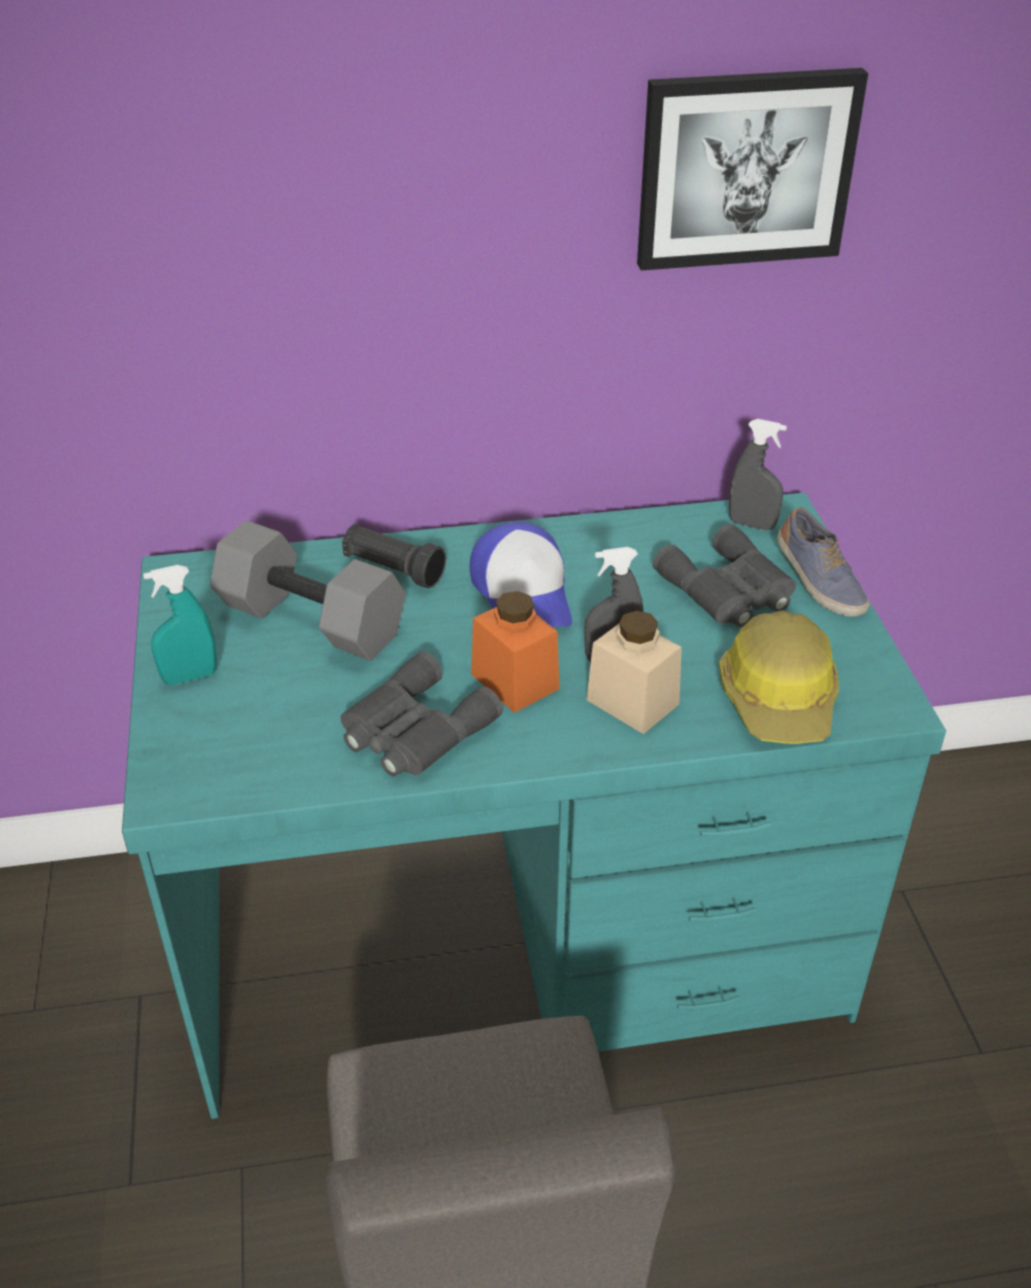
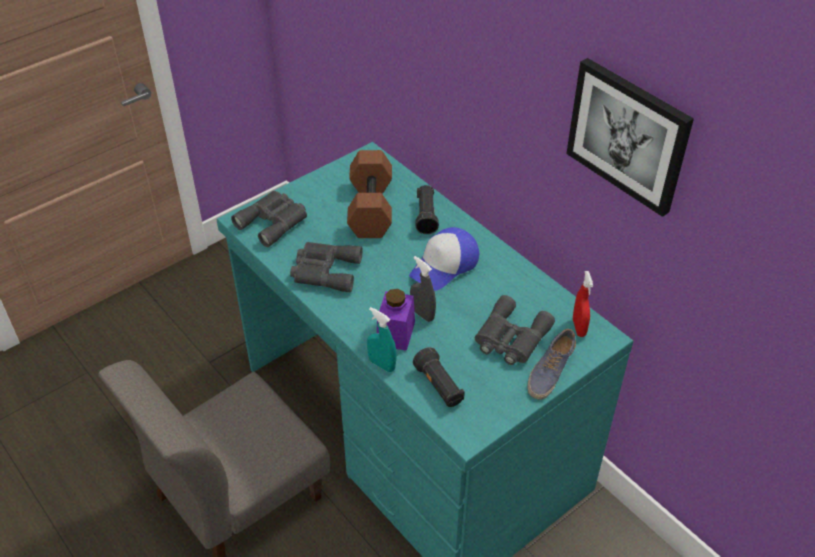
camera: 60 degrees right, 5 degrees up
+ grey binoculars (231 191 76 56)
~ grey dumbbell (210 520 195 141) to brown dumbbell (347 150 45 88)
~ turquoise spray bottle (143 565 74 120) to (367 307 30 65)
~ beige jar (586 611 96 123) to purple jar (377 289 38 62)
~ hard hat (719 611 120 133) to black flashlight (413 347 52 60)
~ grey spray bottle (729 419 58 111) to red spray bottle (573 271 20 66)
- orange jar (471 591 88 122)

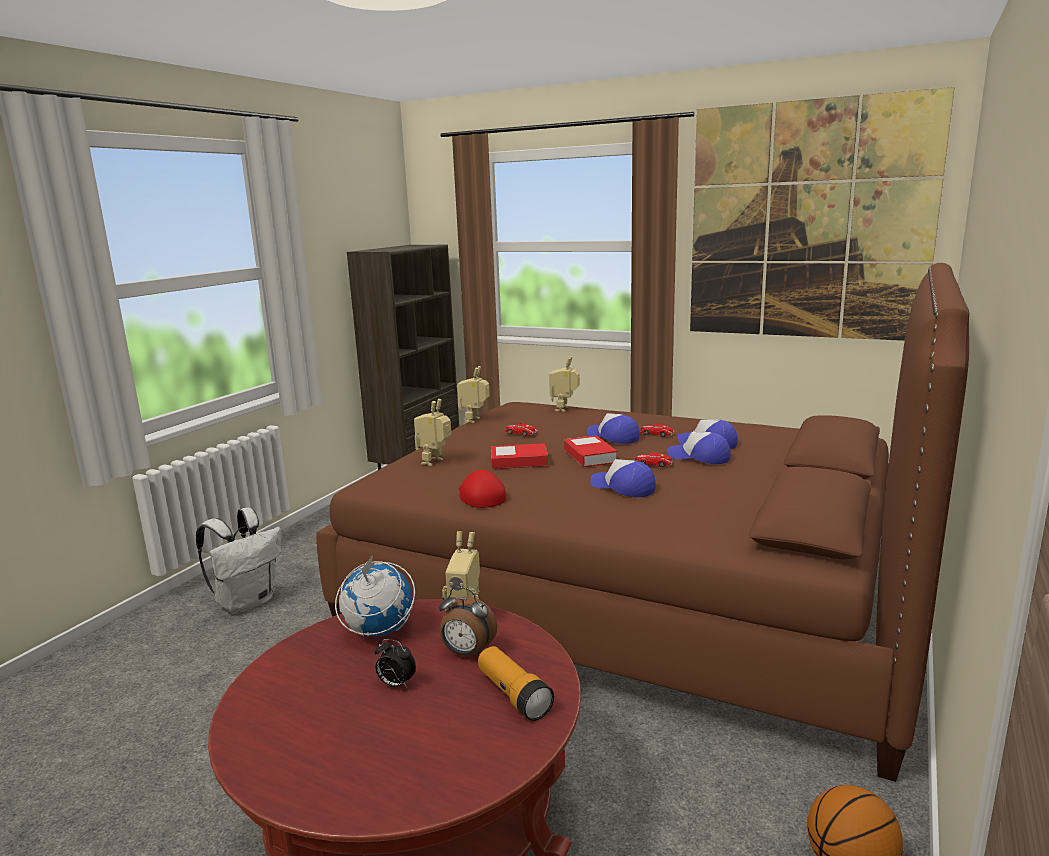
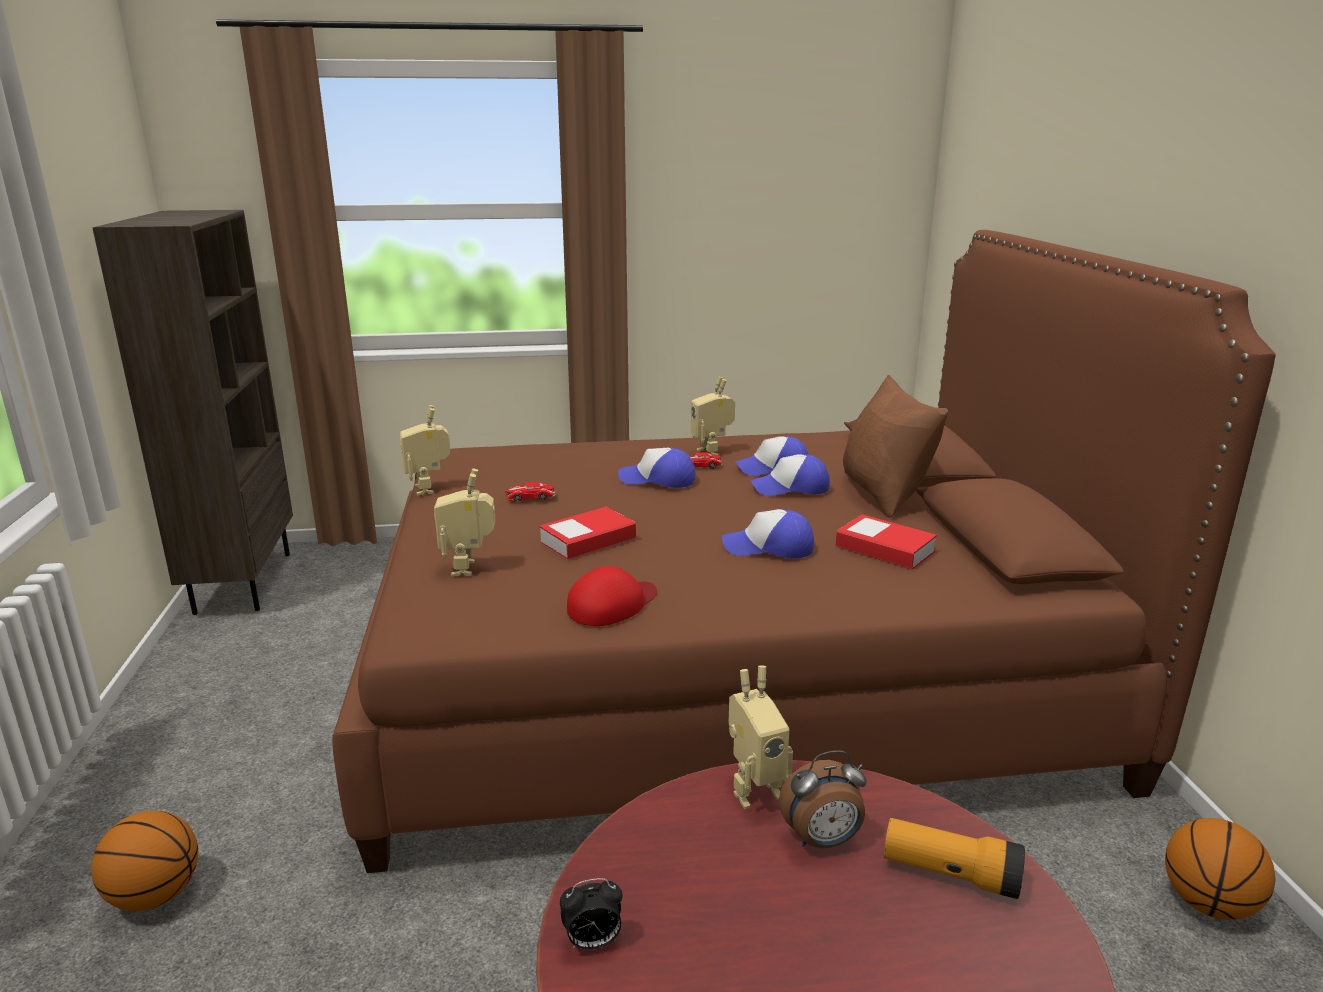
camera: 35 degrees left, 5 degrees up
~ white backpack (196 508 86 106) to basketball (91 811 107 100)
~ alarm clock (375 639 41 49) to (560 878 63 72)
~ red cap (459 470 47 38) = (567 566 90 60) 105 degrees clockwise
~ toy robot (549 356 31 55) to (691 376 44 80)
~ book (564 435 53 32) to (836 514 101 56)
+ brown pillow (843 375 105 143)
- globe (335 556 80 81)
- toy car (634 452 39 15)
- picture (690 87 265 254)

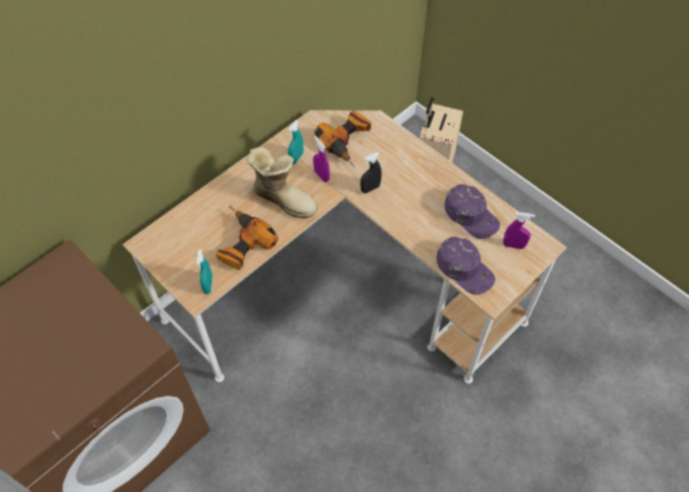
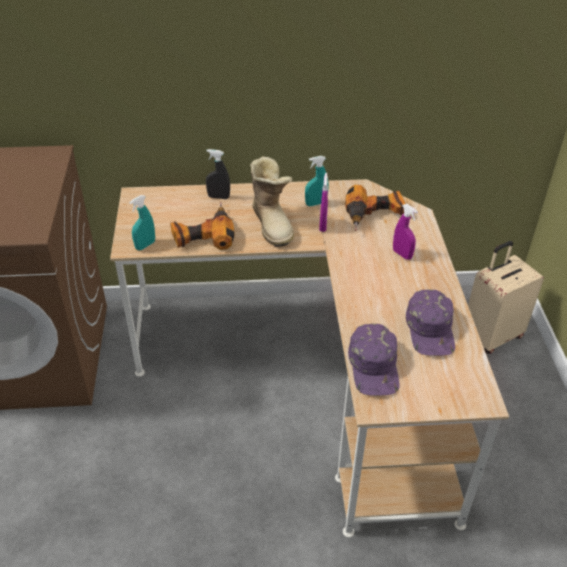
camera: 40 degrees right, 15 degrees down
~ black spray bottle (360 152 22 41) to (206 149 24 50)
~ purple spray bottle (503 212 32 37) to (393 204 25 56)

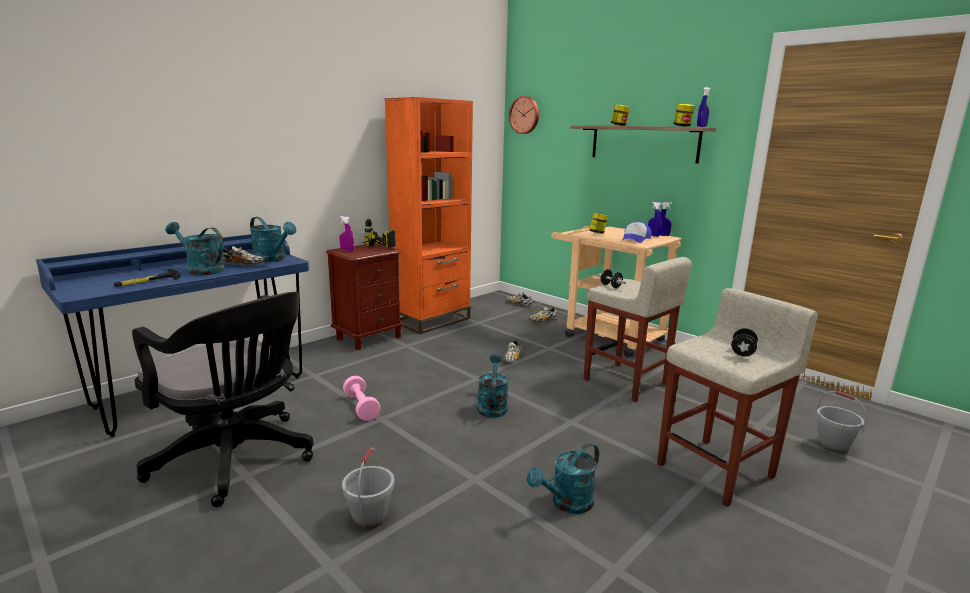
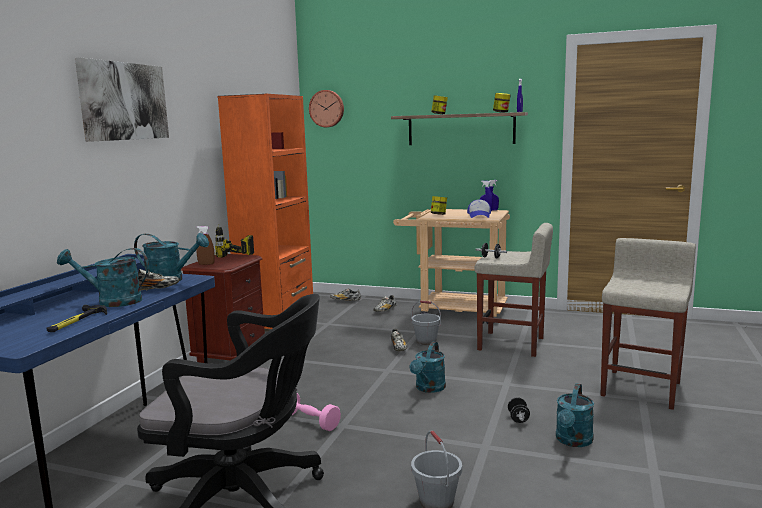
camera: 25 degrees left, 5 degrees down
+ picture (75 57 94 85)
~ purple spray bottle (340 216 14 35) to brown spray bottle (196 226 19 39)
~ turquoise watering can (477 354 32 64) = (410 342 36 51) 135 degrees counterclockwise
~ grey bucket (816 391 51 62) to (411 300 30 45)
~ black dumbbell (731 328 27 28) to (508 397 22 26)

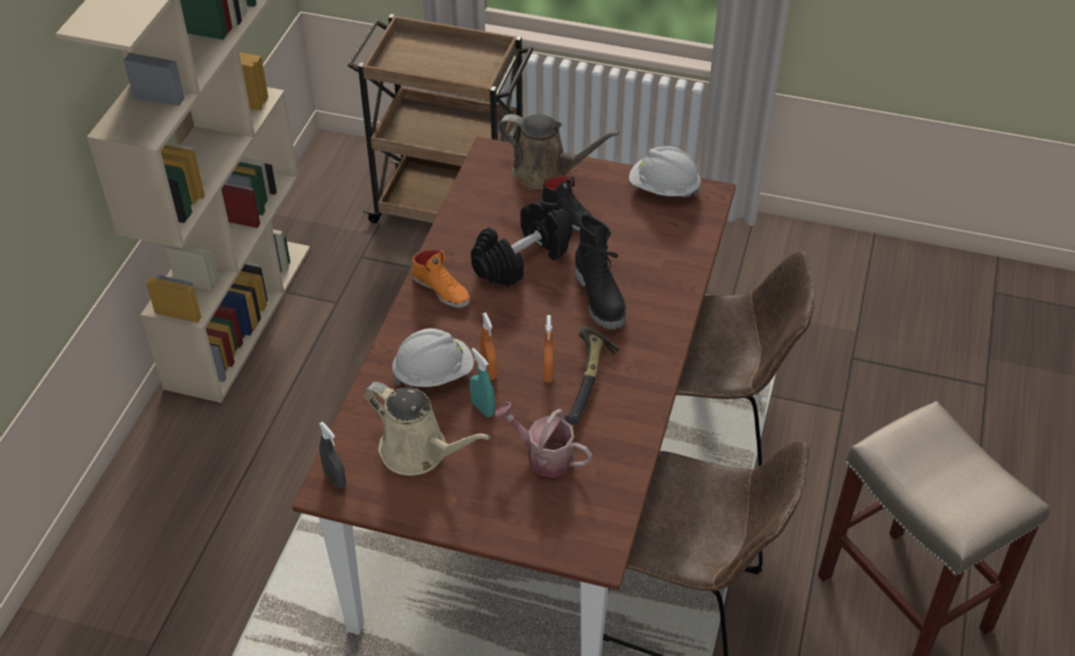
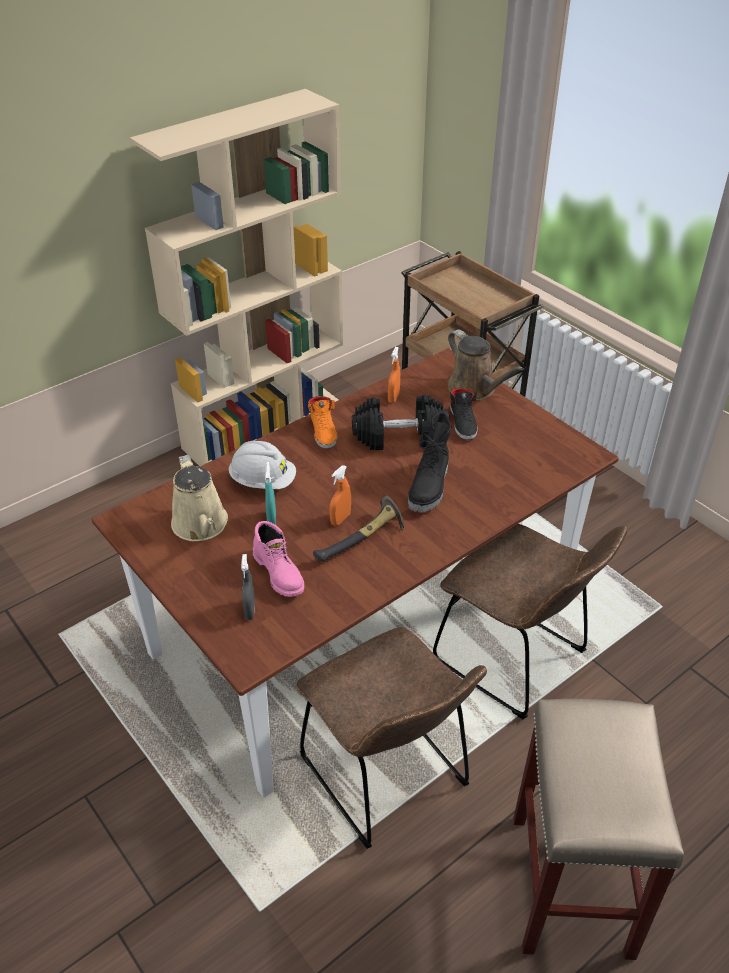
camera: 35 degrees right, 5 degrees down
~ grey spray bottle (319 422 27 67) to (241 554 14 66)
~ watering can (494 402 98 76) to pink boot (253 521 51 76)
~ orange spray bottle (480 312 17 68) to (388 347 12 56)
- white hard hat (629 146 72 51)

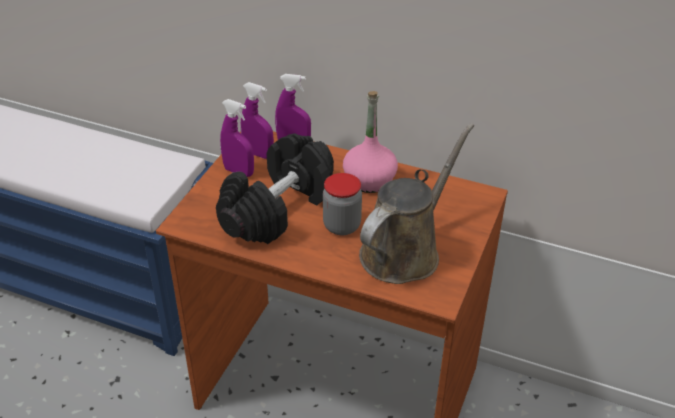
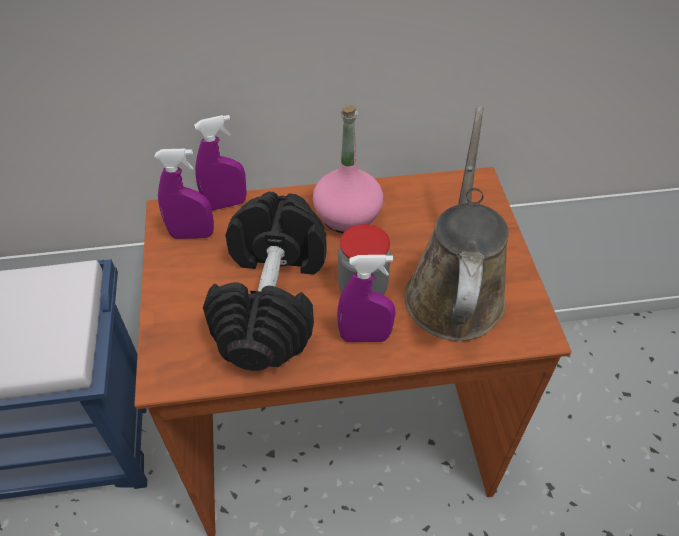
camera: 30 degrees left, 10 degrees up
~ purple spray bottle (220 99 34 78) to (337 255 59 87)

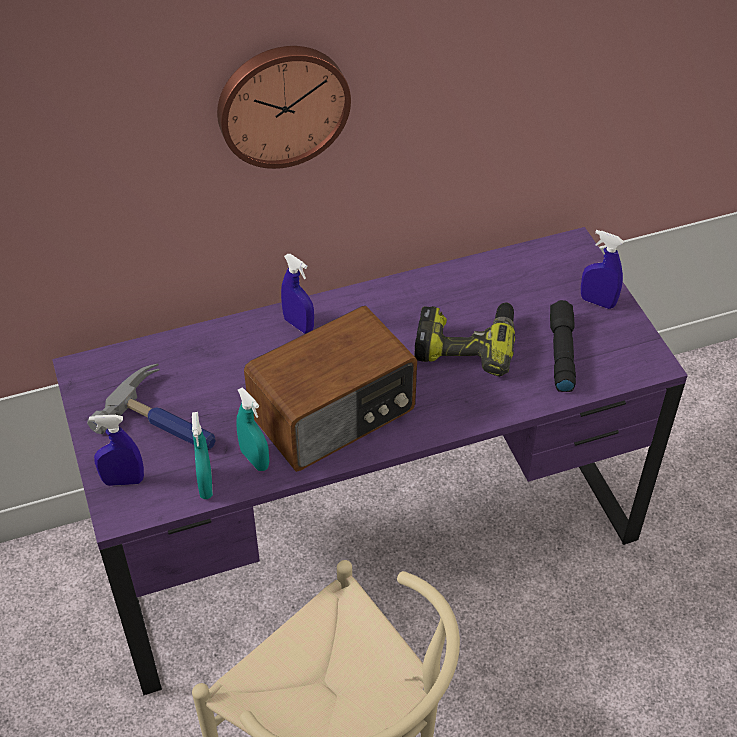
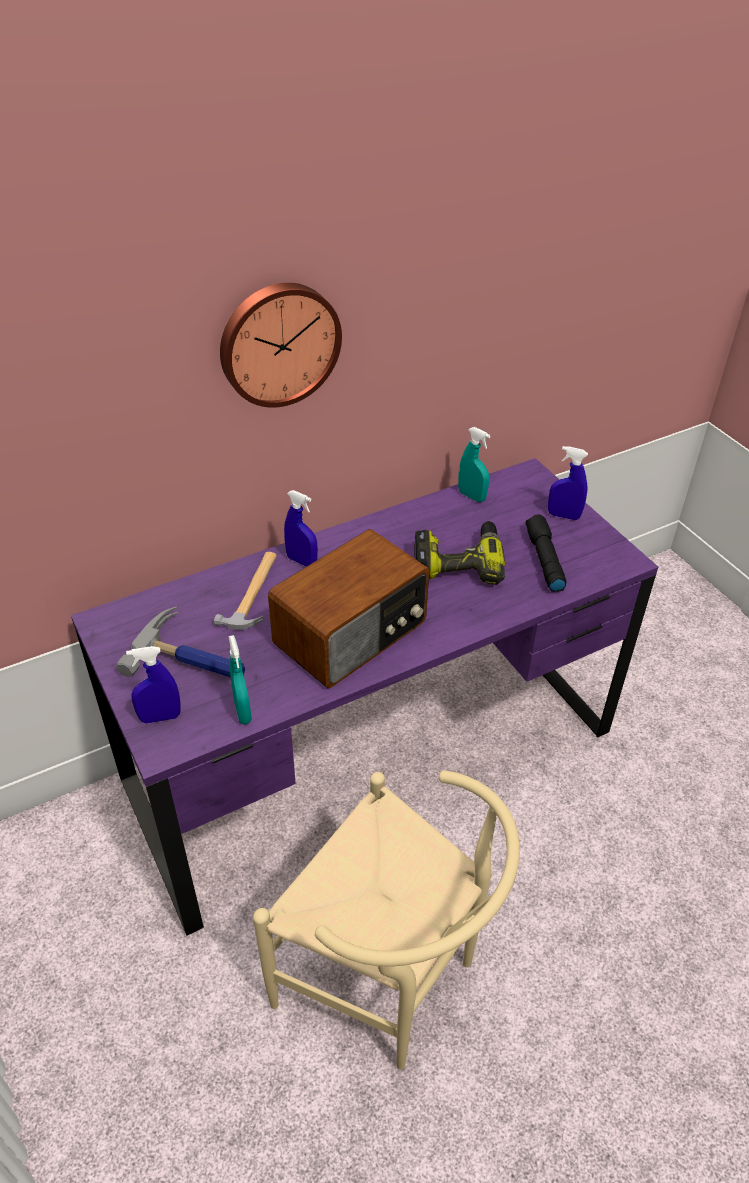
camera: 10 degrees left, 5 degrees down
+ hammer (214 552 63 78)
~ turquoise spray bottle (236 388 33 83) to (458 427 33 75)

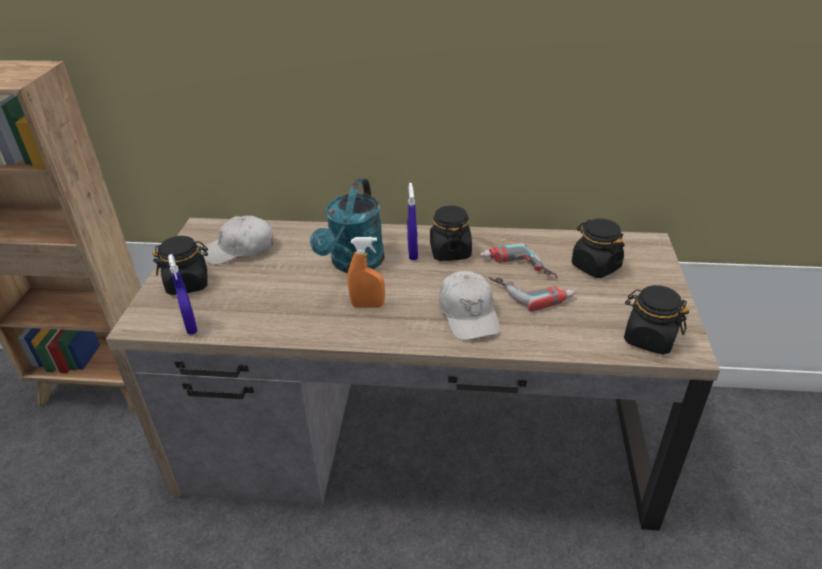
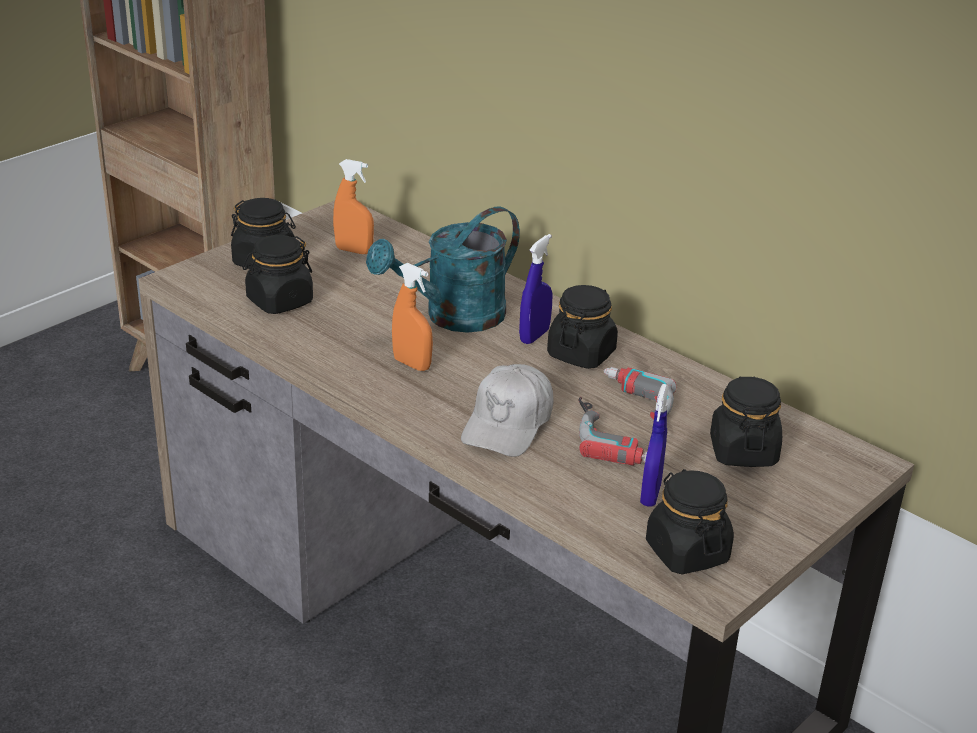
camera: 35 degrees right, 5 degrees down
+ black jar (243 235 70 79)
~ white cap (201 216 72 49) to orange spray bottle (333 159 41 95)
~ blue spray bottle (168 254 30 80) to (640 384 29 123)

